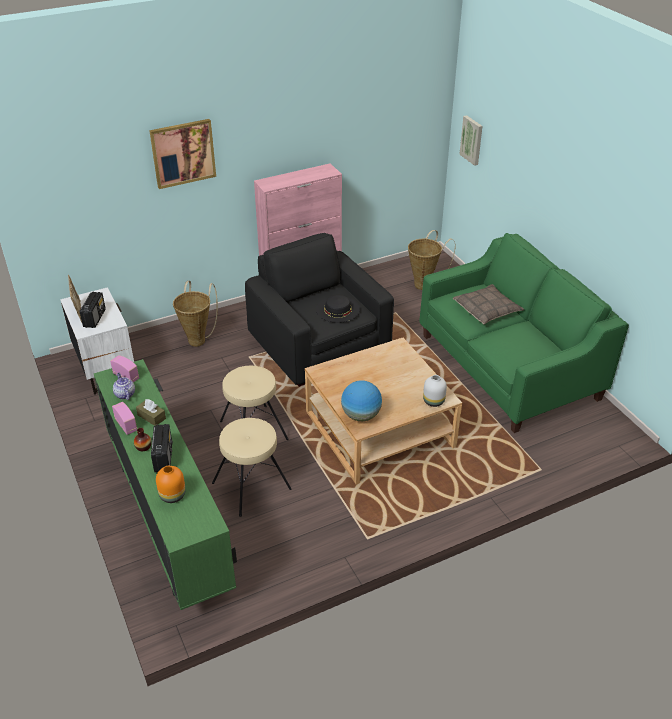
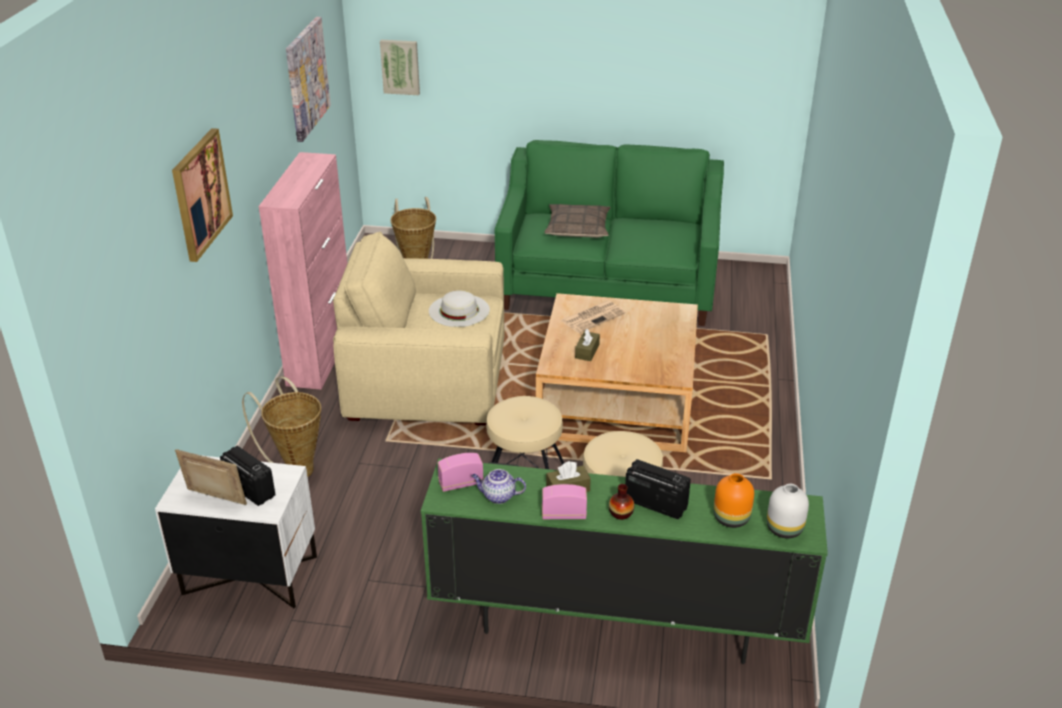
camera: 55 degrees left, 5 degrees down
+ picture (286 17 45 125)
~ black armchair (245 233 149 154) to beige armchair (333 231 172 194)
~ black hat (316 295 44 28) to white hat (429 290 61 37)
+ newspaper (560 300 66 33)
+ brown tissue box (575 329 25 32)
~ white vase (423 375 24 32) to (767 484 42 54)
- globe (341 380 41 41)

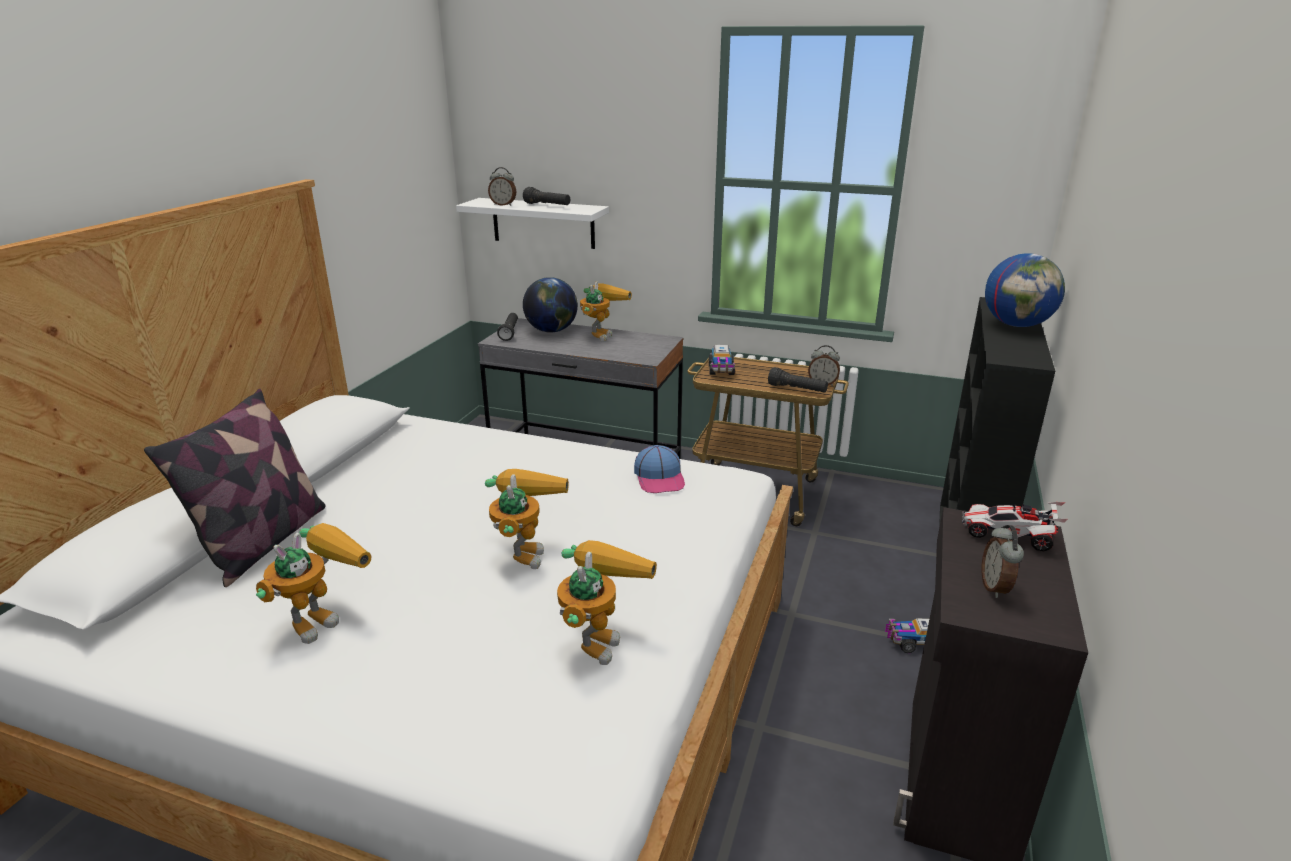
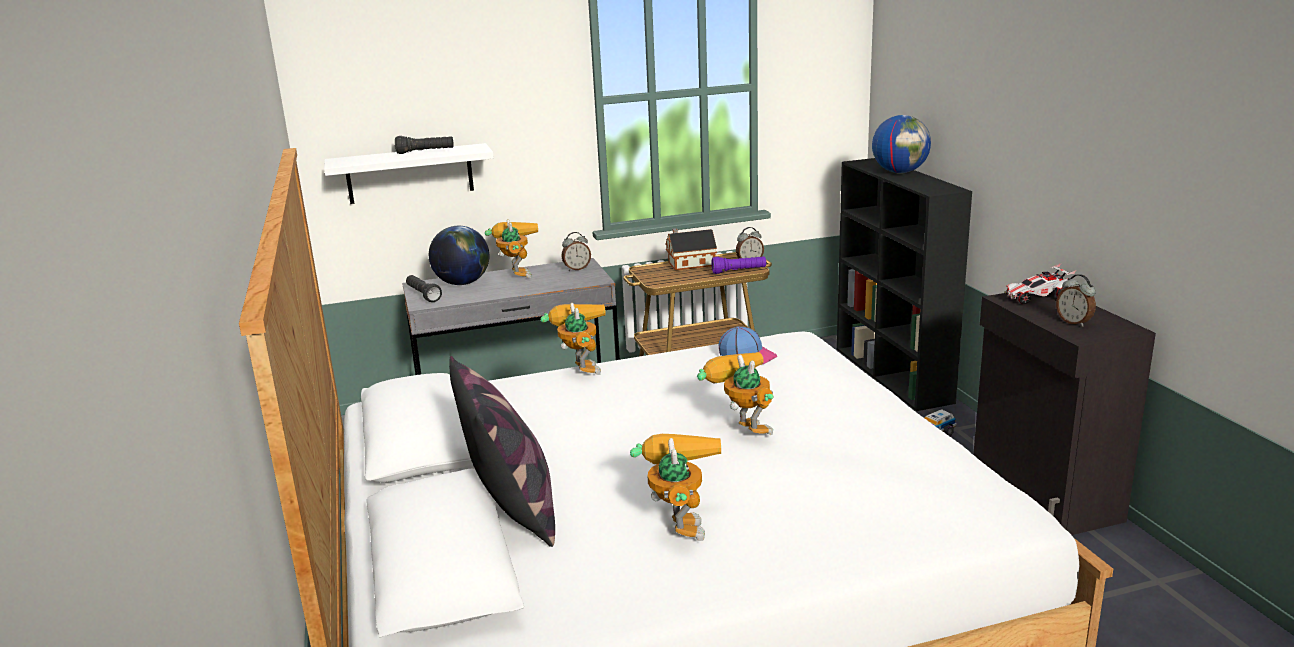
camera: 35 degrees left, 5 degrees down
~ toy robot (557 540 100 125) to (540 303 66 72)
~ alarm clock (488 167 29 39) to (562 232 29 39)
+ toy house (665 228 52 42)
~ black flashlight (768 367 60 26) to purple flashlight (712 256 54 18)
- toy truck (709 345 26 30)

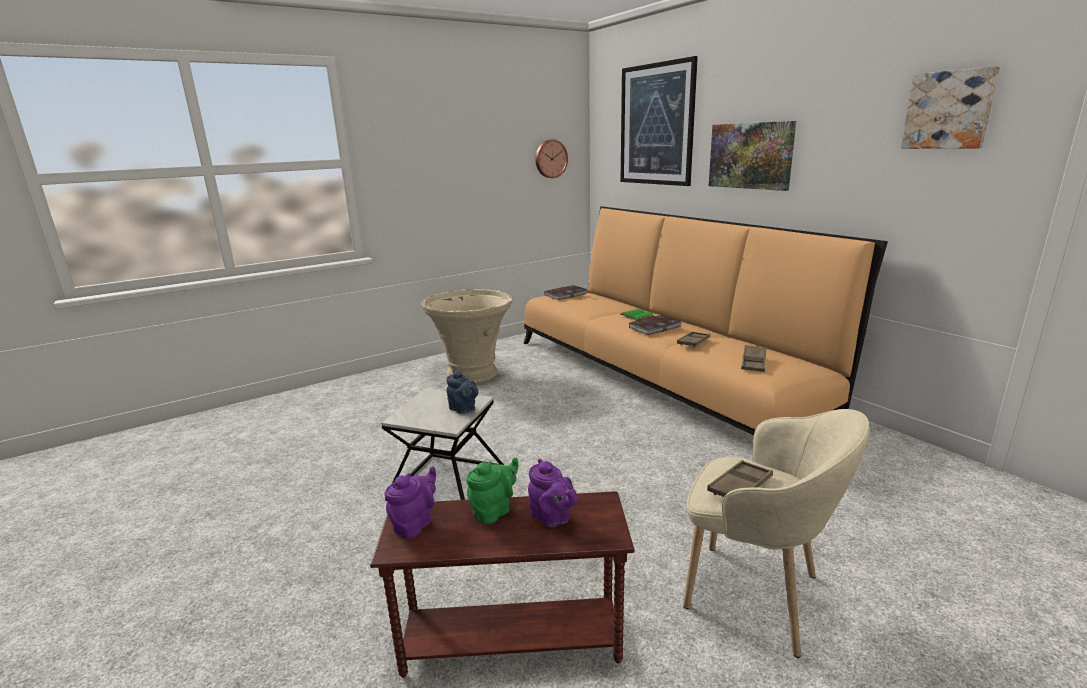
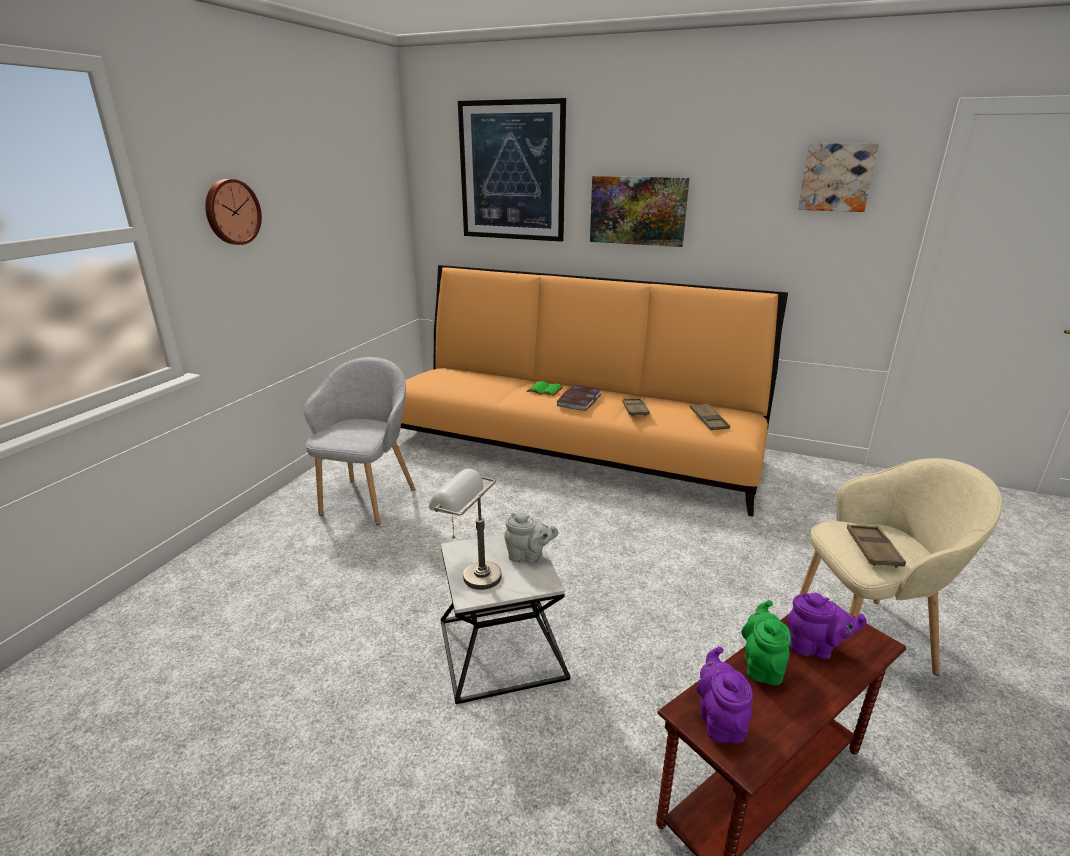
camera: 35 degrees left, 5 degrees up
~ wall clock (535 140 33 38) to (205 179 57 66)
~ beige planter (421 289 92 94) to grey armchair (304 357 111 168)
+ grey table lamp (429 469 73 121)
~ blue teapot (447 370 31 44) to grey teapot (504 512 55 51)
- book (544 285 43 15)

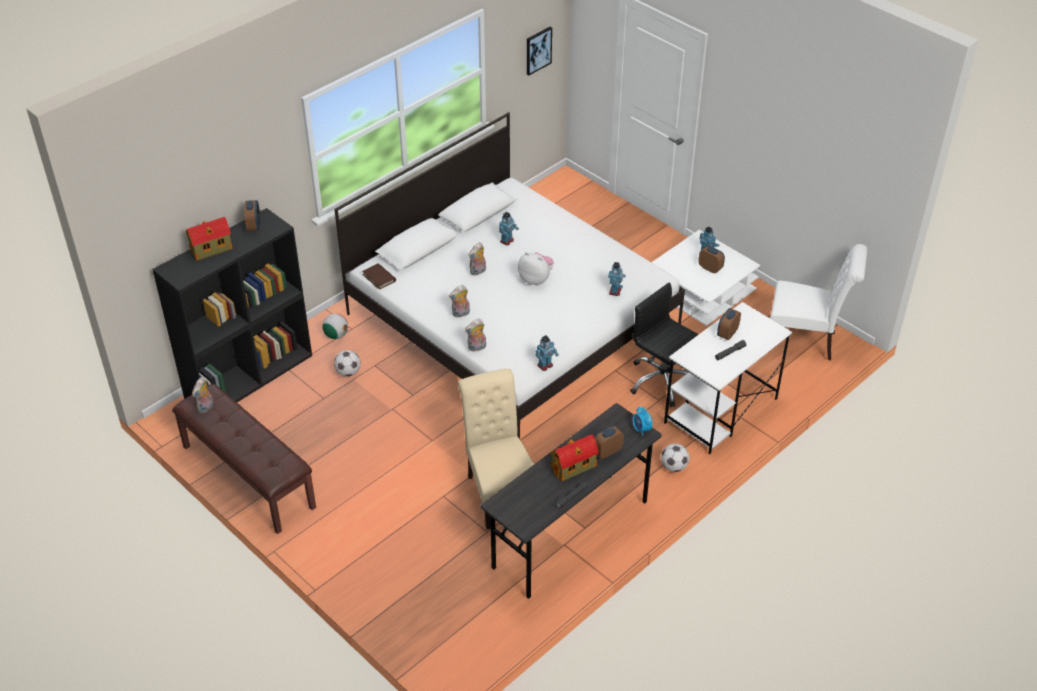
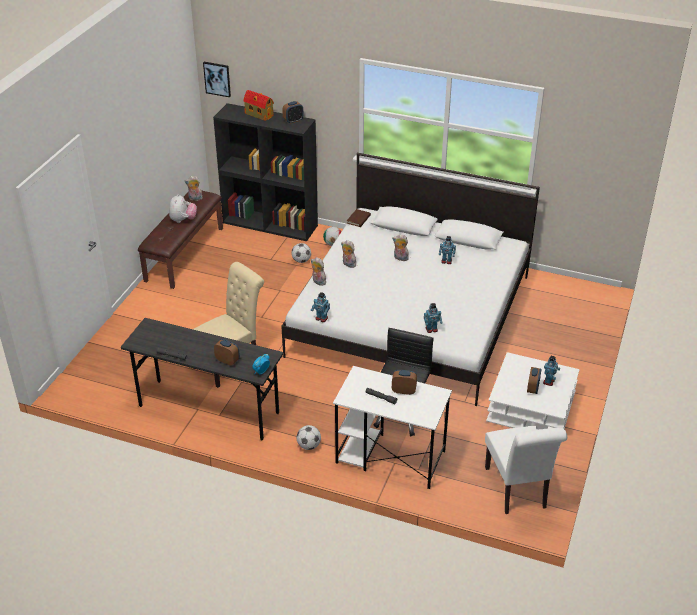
camera: 65 degrees right, 5 degrees down
~ plush toy (518 252 36 34) to (169 194 28 29)
~ picture (527 27 25 48) to (203 62 28 35)
- toy house (551 435 48 46)

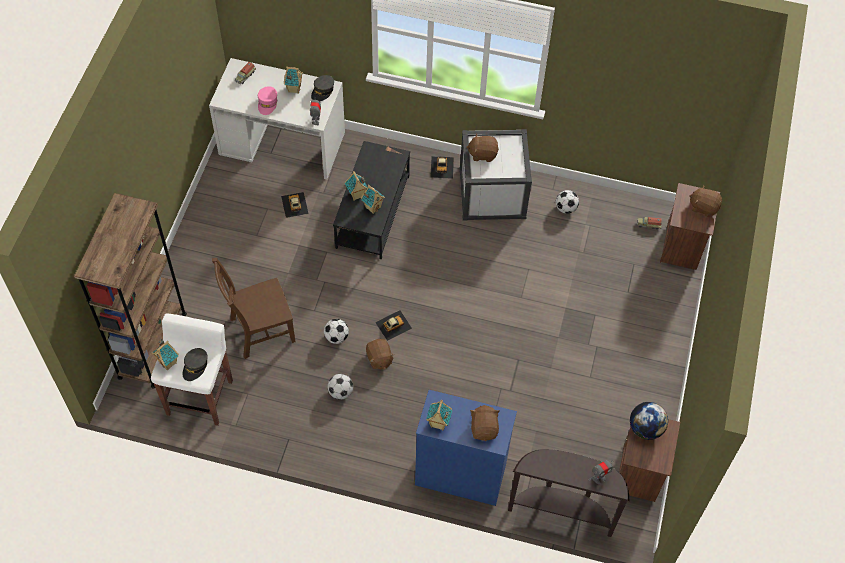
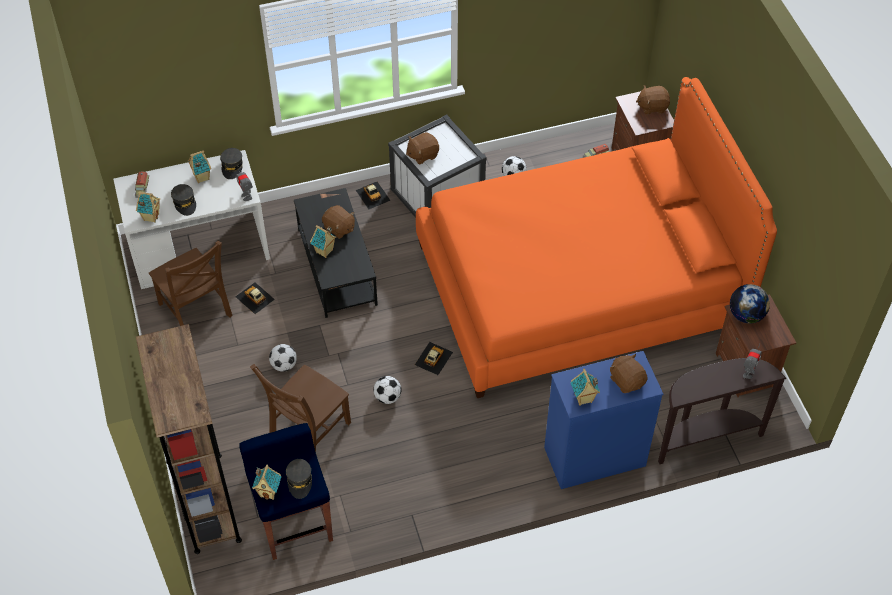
camera: 30 degrees left, 5 degrees down
~ toy house (361 185 24 29) to (136 191 24 32)
+ brown chair (149 241 83 85)
~ pink cap (258 86 20 29) to grey cap (171 184 25 32)
~ white stool (151 314 82 112) to blue stool (239 423 94 137)
~ football (328 374 25 26) to (269 344 28 28)
~ brown plush toy (366 339 29 31) to (322 205 33 34)
+ orange bed (416 77 361 321)

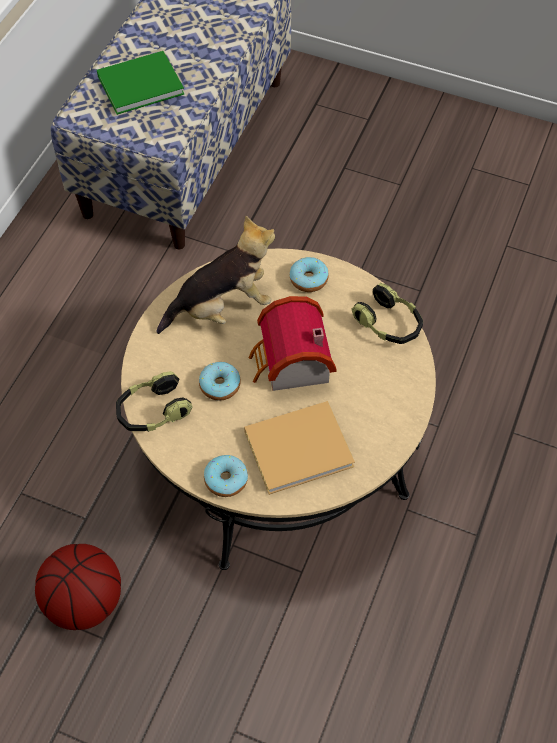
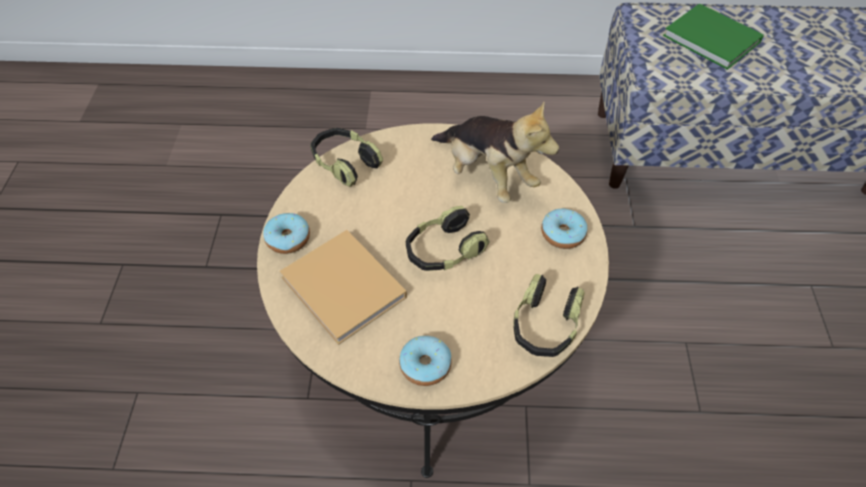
camera: 70 degrees right, 5 degrees down
~ donut (199 362 42 38) to (399 336 53 50)
~ toy house (249 296 87 95) to headphones (406 206 84 65)
- basketball (35 544 86 86)

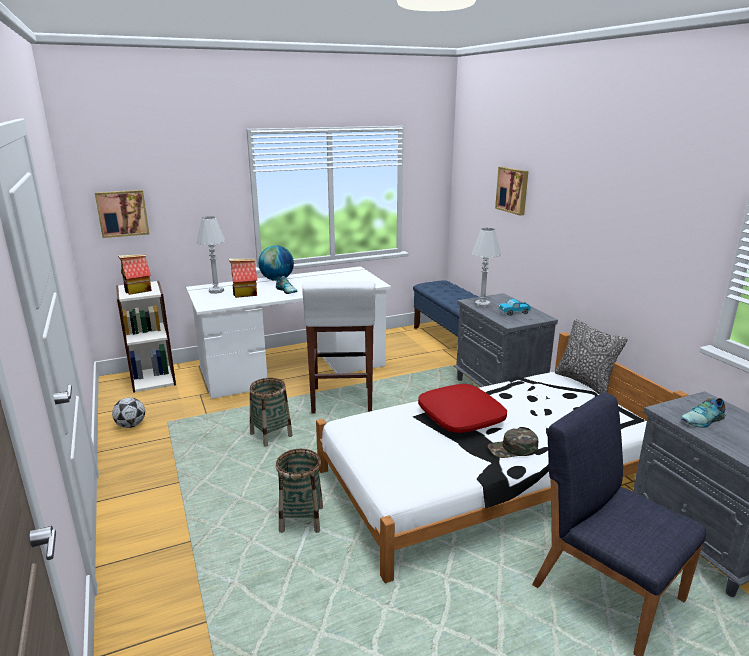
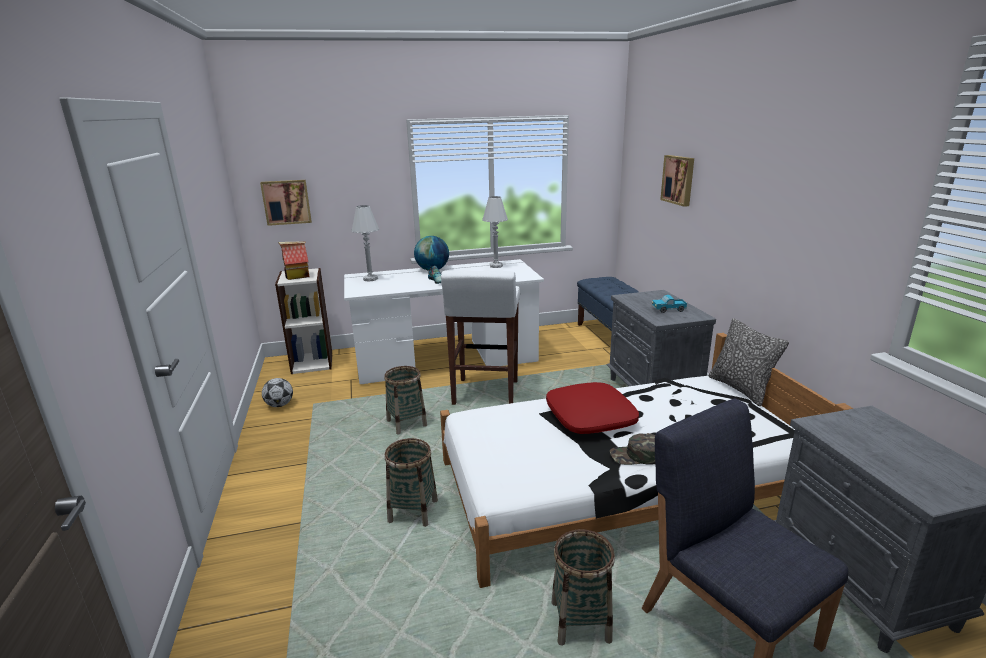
camera: 10 degrees right, 0 degrees up
~ white table lamp (471 228 30 80) to (482 196 26 72)
+ basket (552 529 63 117)
- toy house (229 259 28 39)
- shoe (681 397 45 31)

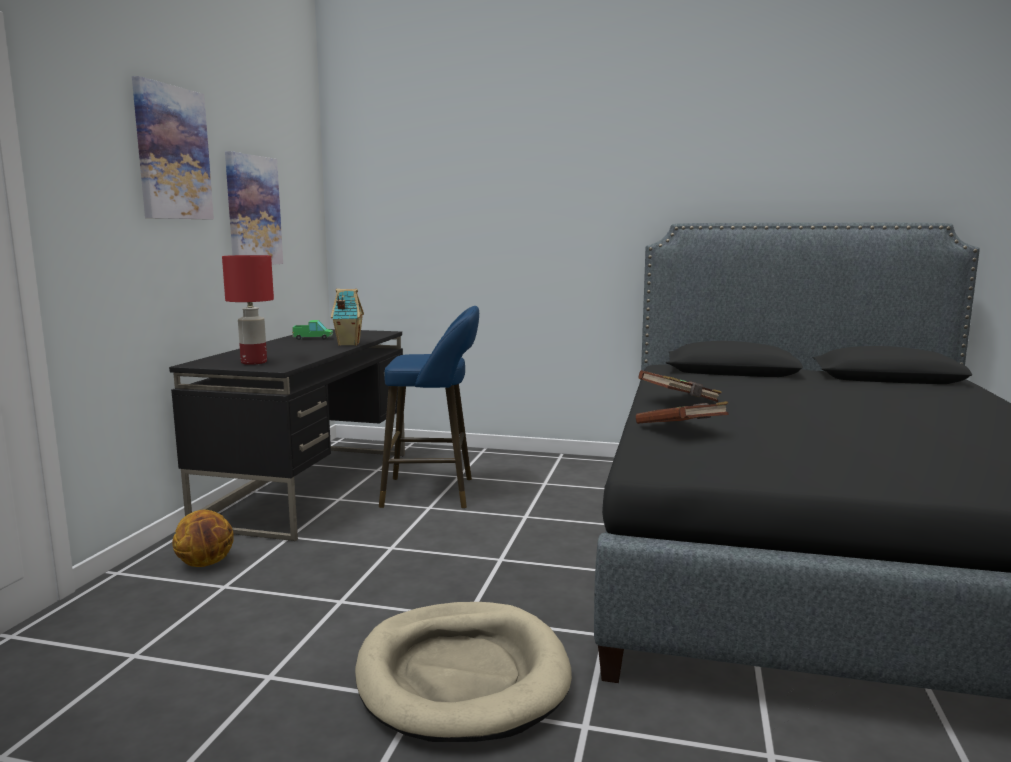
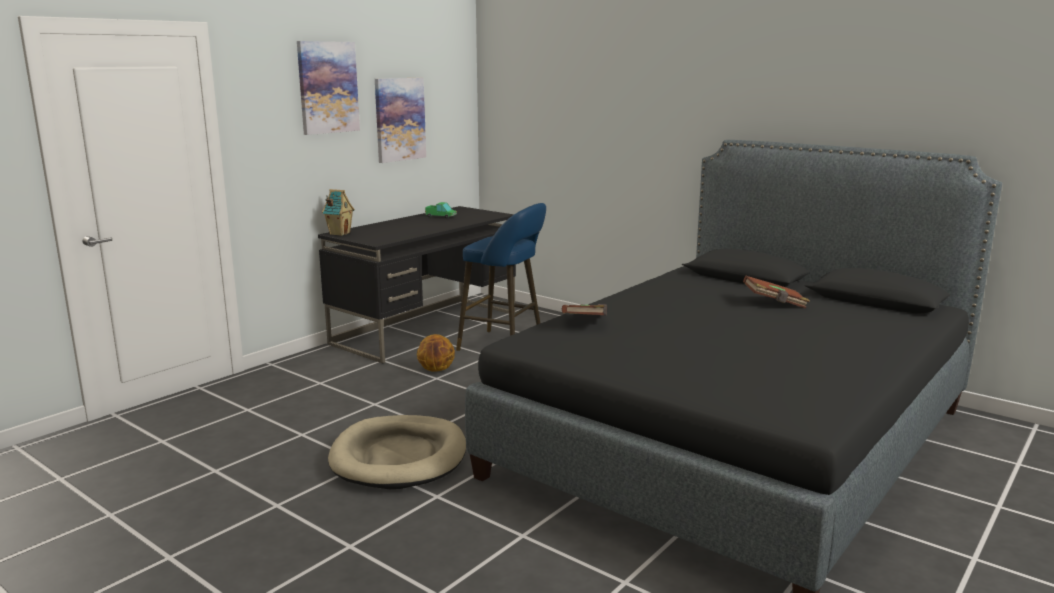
camera: 25 degrees right, 5 degrees up
~ toy house (331 289 33 57) to (322 189 33 47)
~ basketball (172 509 61 58) to (417 334 38 38)
~ brown book (638 370 84 32) to (743 276 67 33)
- red table lamp (222 255 52 110)

